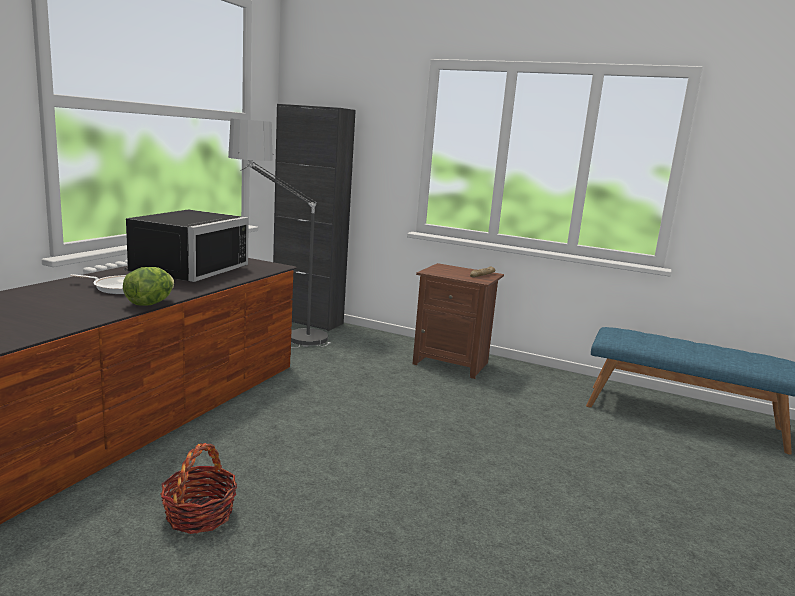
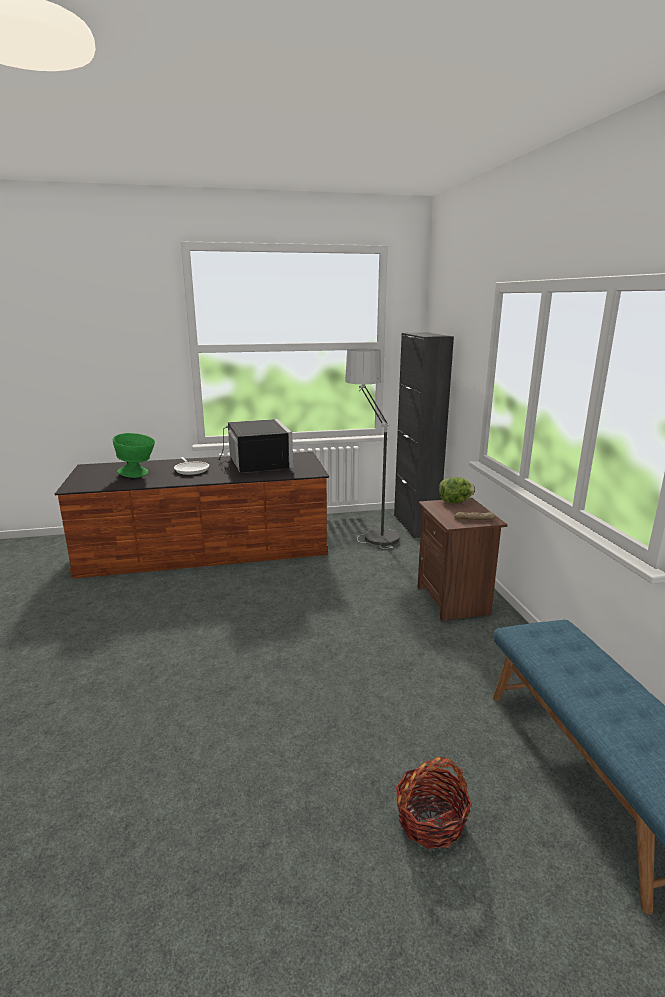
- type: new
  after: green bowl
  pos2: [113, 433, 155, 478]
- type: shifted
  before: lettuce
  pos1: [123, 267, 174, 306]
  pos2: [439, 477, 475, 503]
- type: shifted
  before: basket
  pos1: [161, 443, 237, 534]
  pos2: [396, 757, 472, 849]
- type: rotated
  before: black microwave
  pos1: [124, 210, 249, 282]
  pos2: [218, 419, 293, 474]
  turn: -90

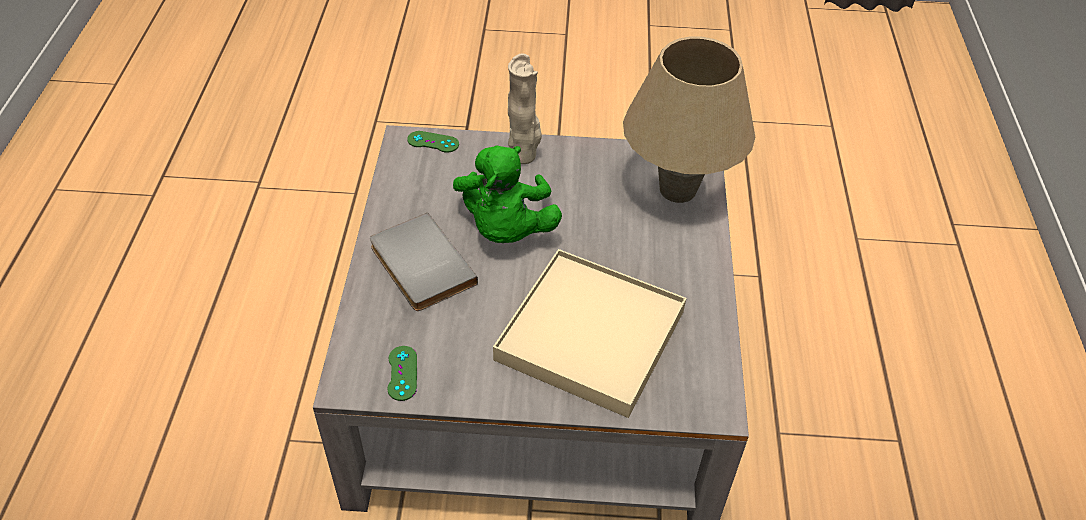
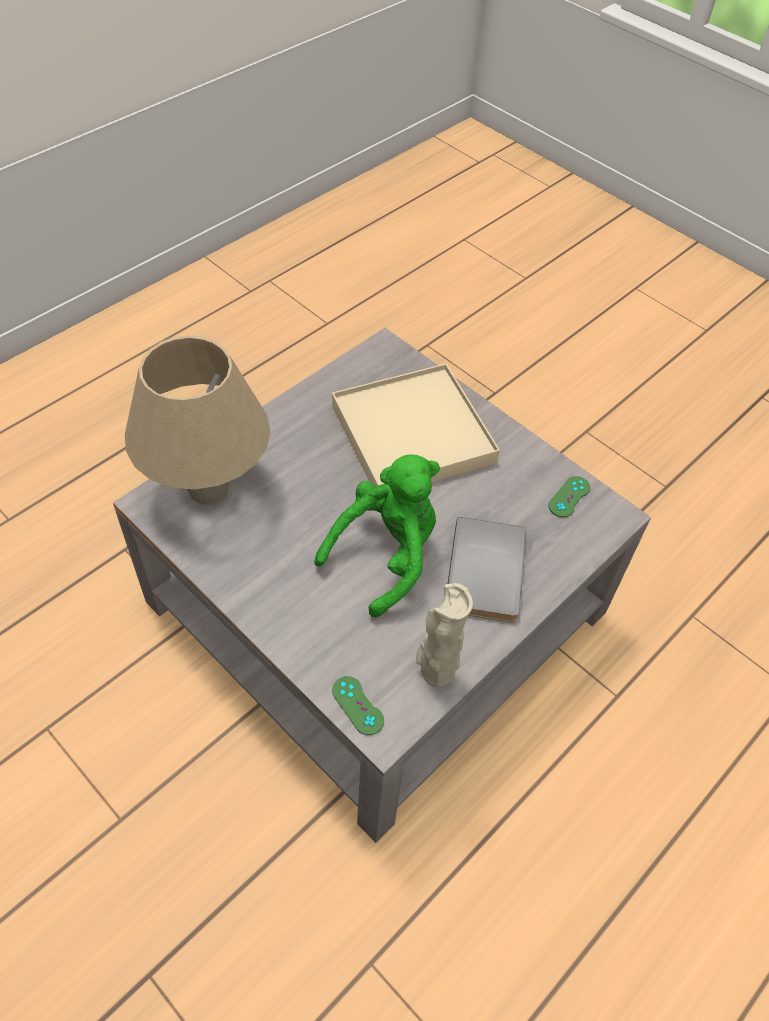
- type: shifted
  before: beige vase
  pos1: [508, 53, 542, 164]
  pos2: [416, 583, 473, 687]

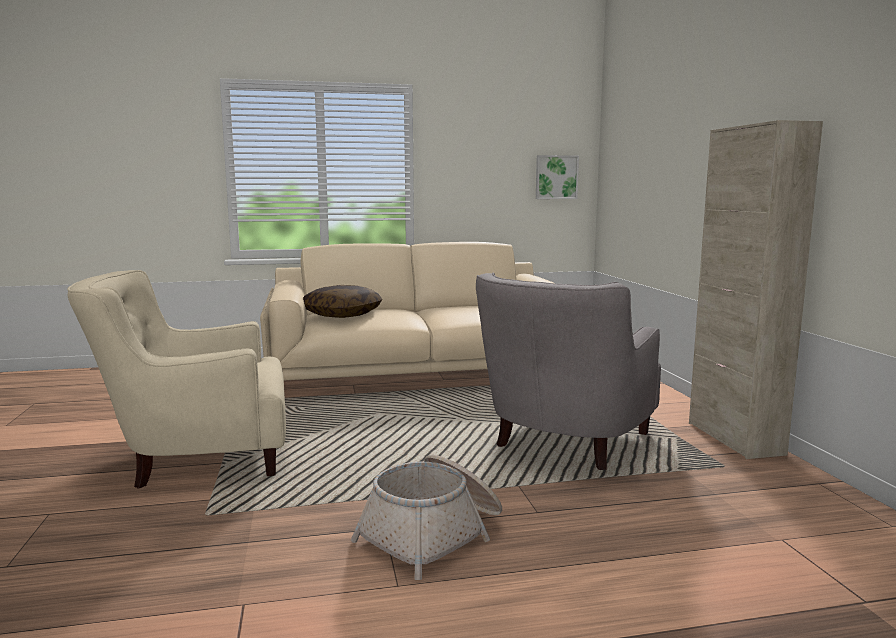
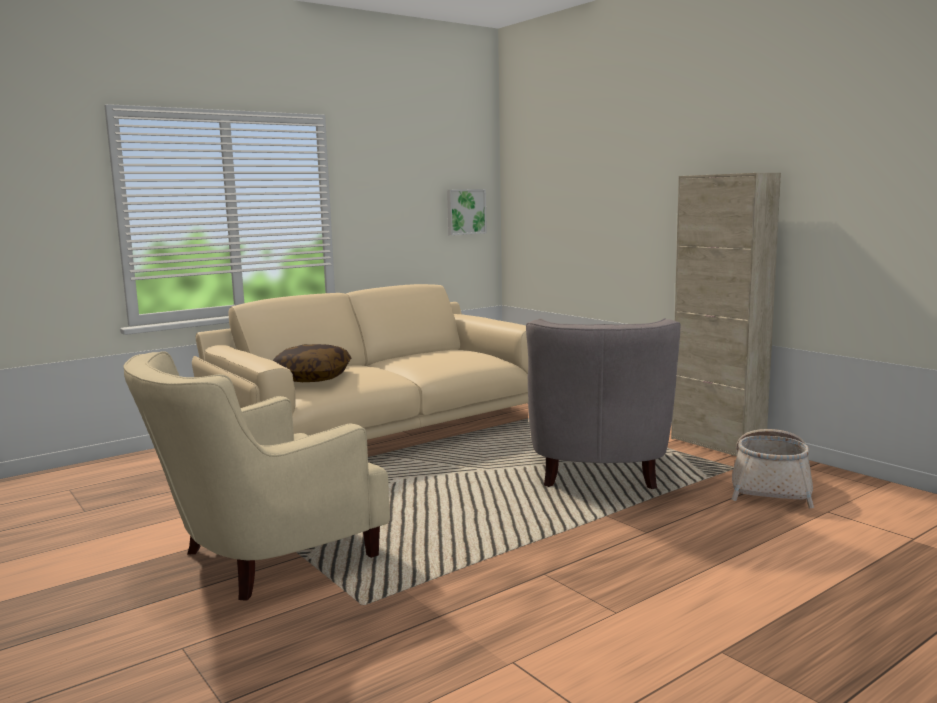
- type: shifted
  before: basket
  pos1: [351, 455, 502, 580]
  pos2: [731, 429, 814, 508]

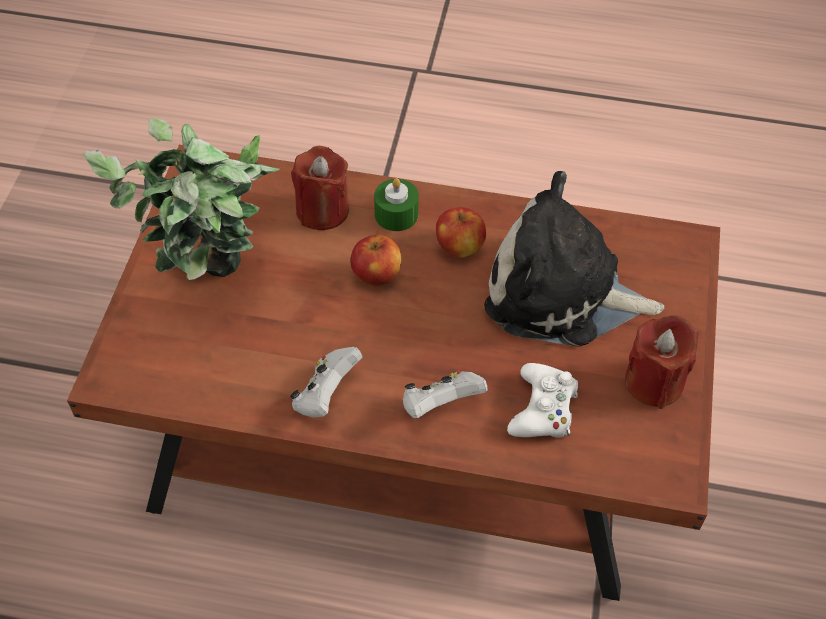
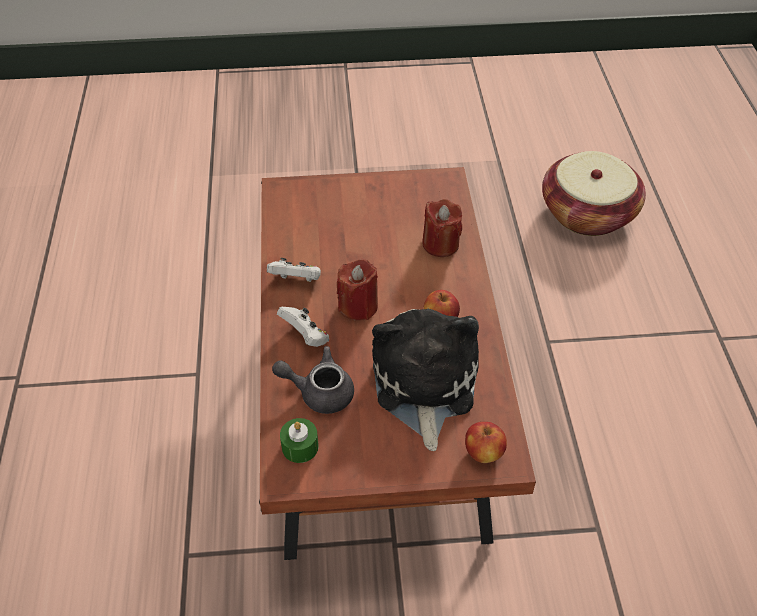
- type: gone
  before: potted plant
  pos1: [83, 118, 280, 280]
- type: new
  after: basket
  pos2: [542, 151, 646, 236]
- type: shifted
  before: apple
  pos1: [350, 235, 401, 286]
  pos2: [465, 422, 507, 463]
- type: shifted
  before: green candle
  pos1: [374, 178, 419, 231]
  pos2: [280, 418, 319, 463]
- type: shifted
  before: red candle
  pos1: [625, 315, 698, 409]
  pos2: [337, 259, 378, 321]
- type: swapped
  before: white game controller
  after: grey teapot
  pos1: [507, 363, 578, 438]
  pos2: [272, 346, 354, 414]

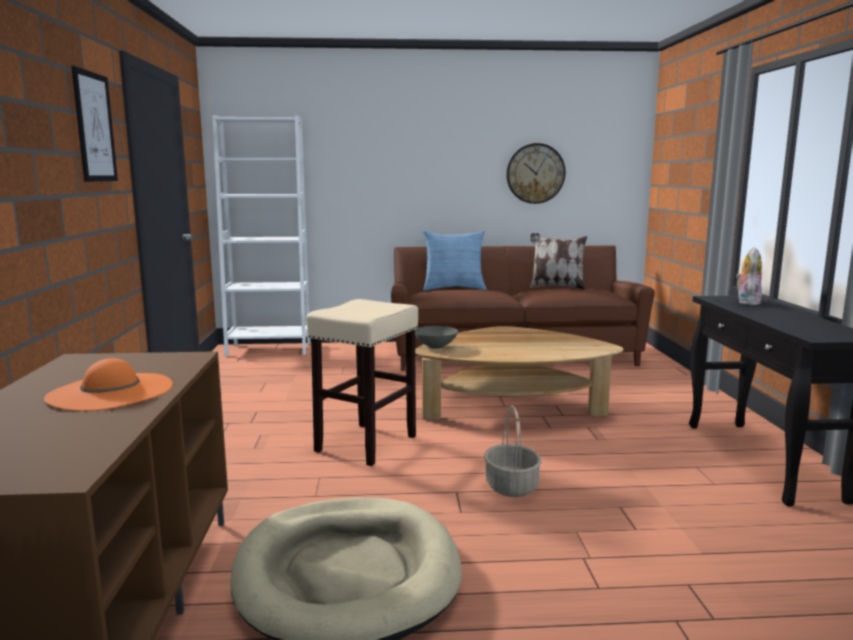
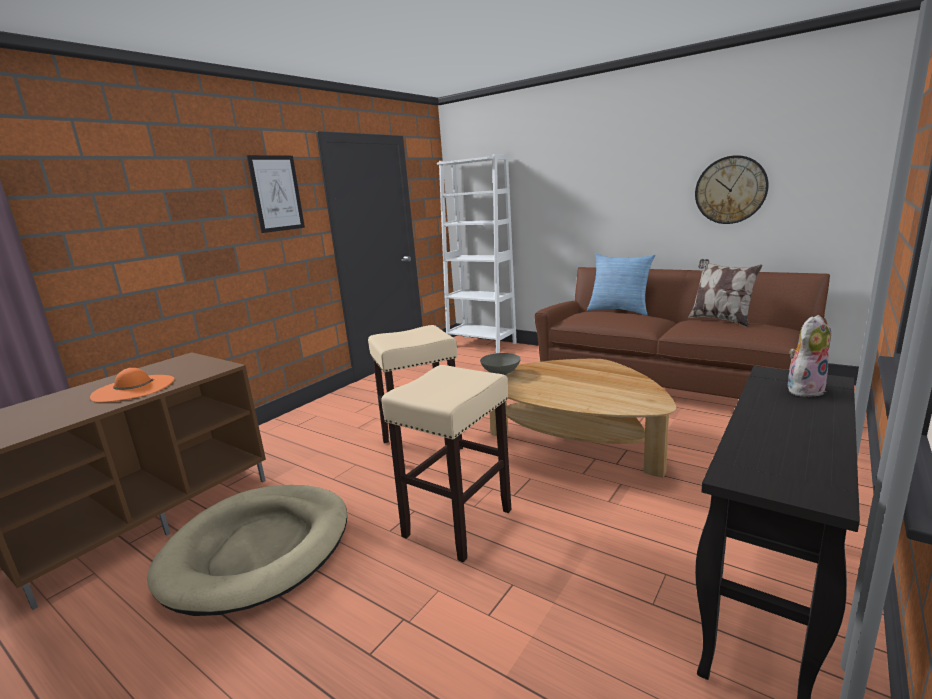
- type: swapped
  before: basket
  after: beige stool
  pos1: [484, 405, 542, 497]
  pos2: [381, 365, 512, 562]

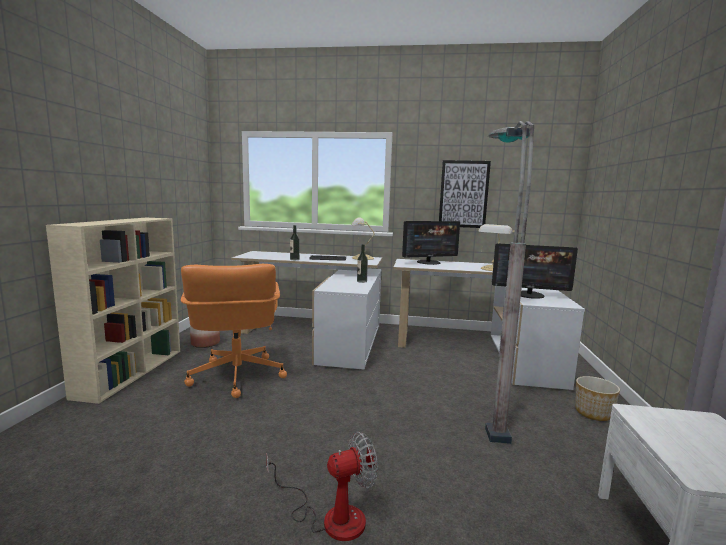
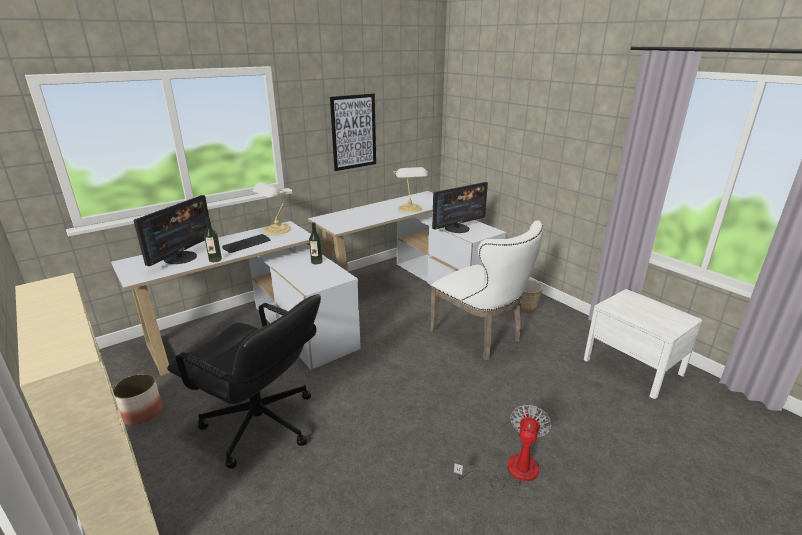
- type: shifted
  before: monitor
  pos1: [402, 221, 460, 265]
  pos2: [133, 195, 209, 266]
- type: swapped
  before: grey floor lamp
  after: white chair
  pos1: [485, 121, 534, 444]
  pos2: [430, 220, 543, 360]
- type: repainted
  before: orange office chair
  after: black office chair
  pos1: [181, 264, 287, 398]
  pos2: [167, 294, 321, 469]

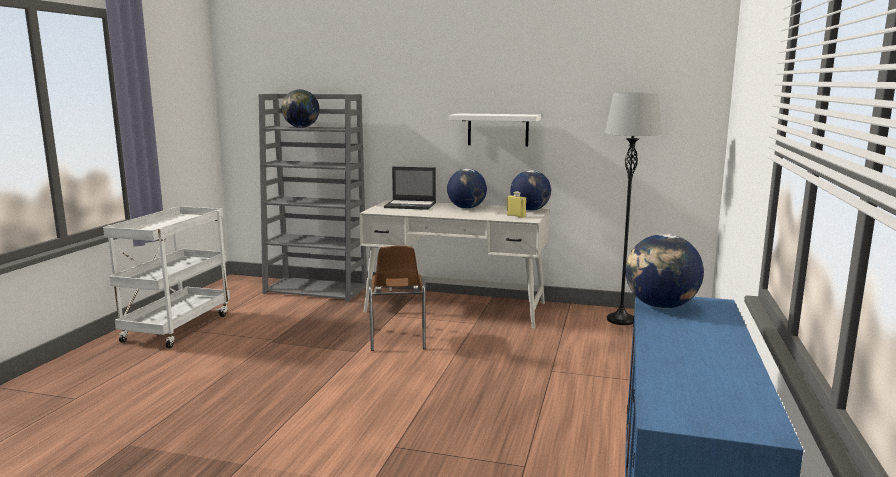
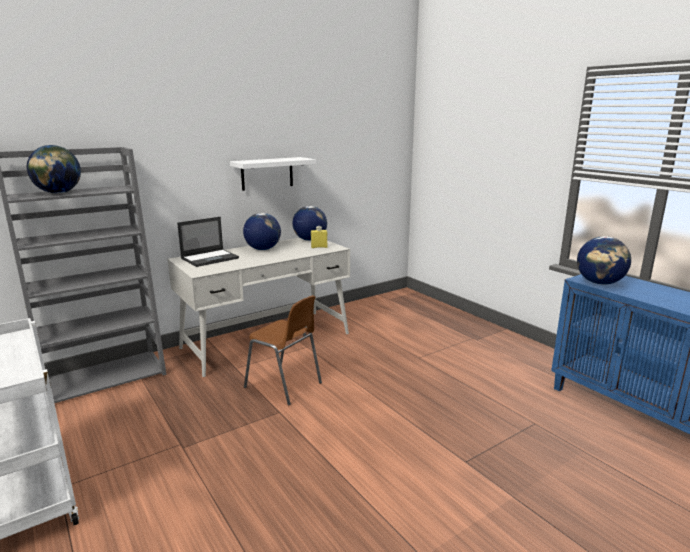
- type: gone
  before: grey floor lamp
  pos1: [605, 93, 662, 325]

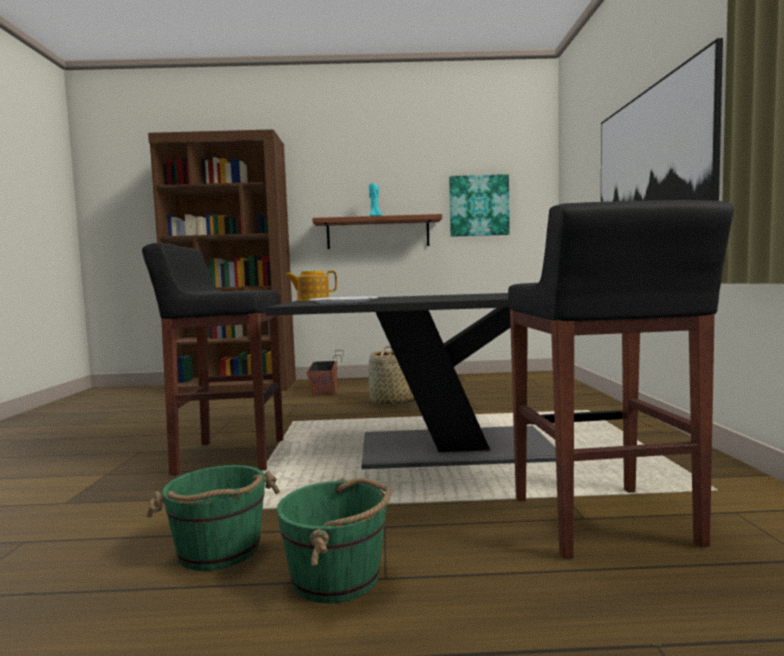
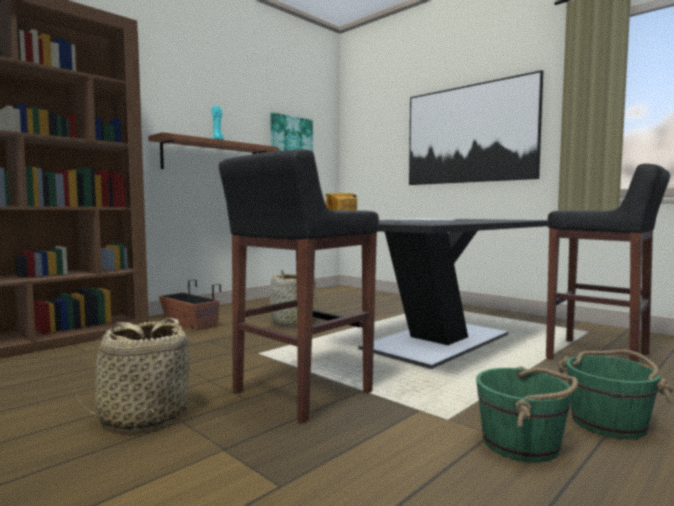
- type: new
  after: basket
  pos2: [74, 318, 200, 431]

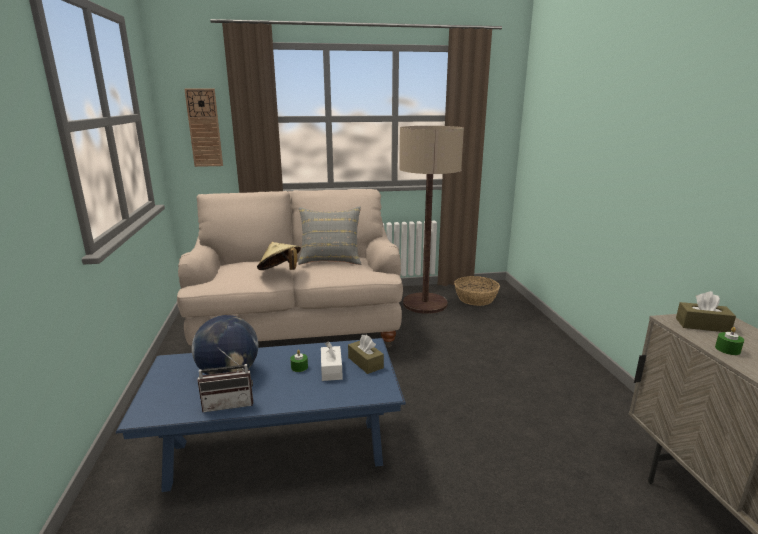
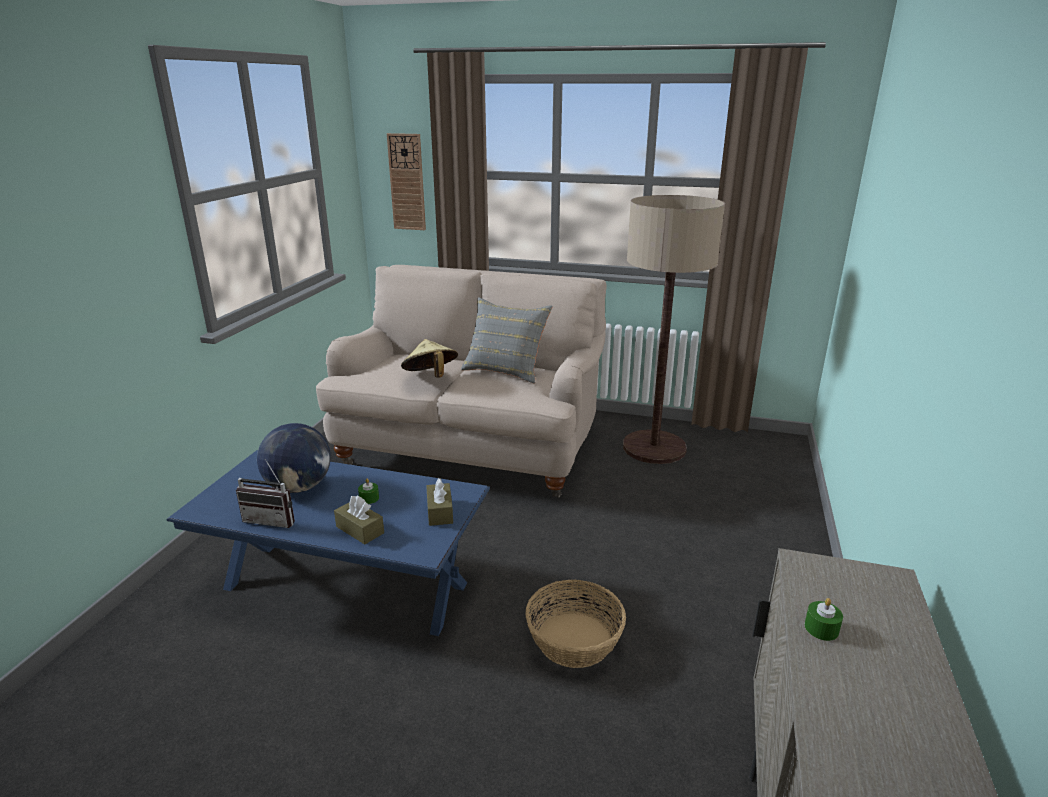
- type: gone
  before: white tissue box
  pos1: [321, 341, 343, 381]
- type: shifted
  before: basket
  pos1: [454, 276, 500, 306]
  pos2: [525, 580, 626, 668]
- type: shifted
  before: brown tissue box
  pos1: [676, 291, 736, 332]
  pos2: [334, 496, 384, 544]

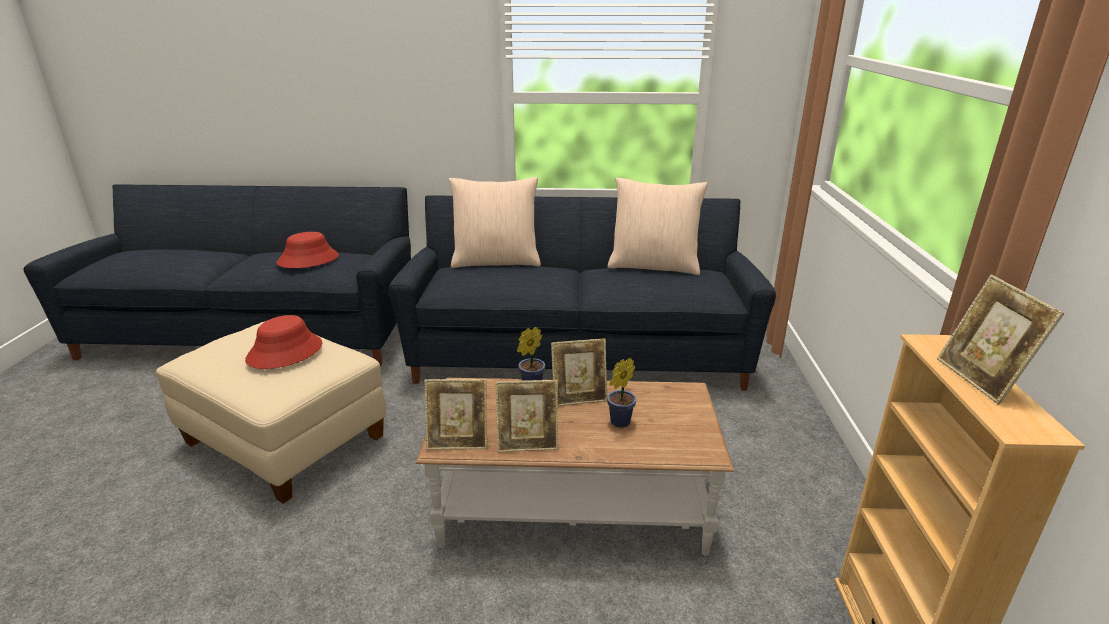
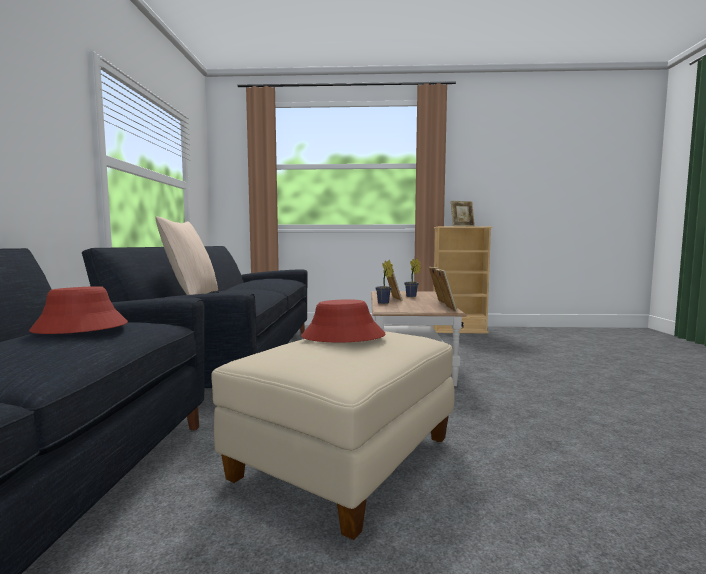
- type: gone
  before: beige pillow
  pos1: [608, 177, 708, 275]

